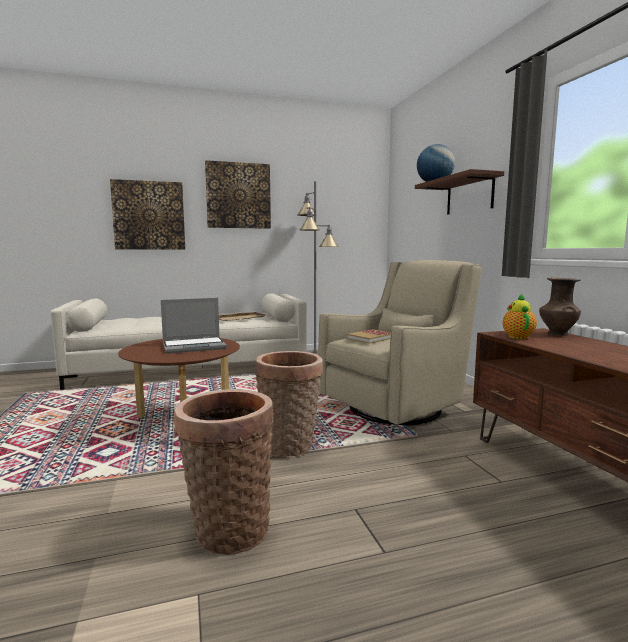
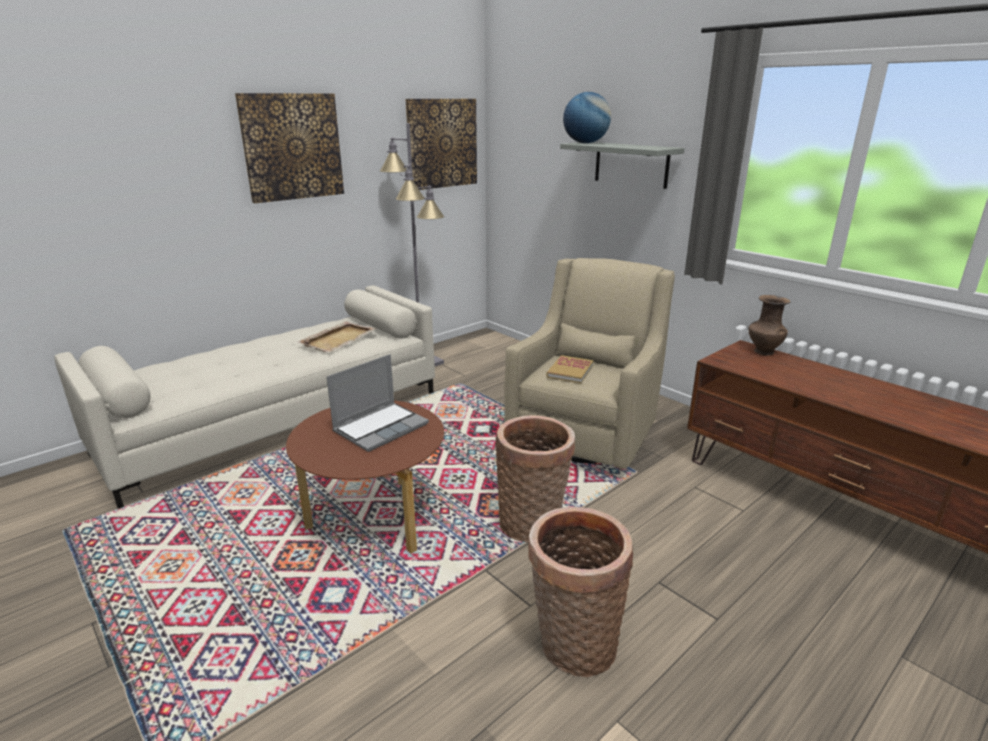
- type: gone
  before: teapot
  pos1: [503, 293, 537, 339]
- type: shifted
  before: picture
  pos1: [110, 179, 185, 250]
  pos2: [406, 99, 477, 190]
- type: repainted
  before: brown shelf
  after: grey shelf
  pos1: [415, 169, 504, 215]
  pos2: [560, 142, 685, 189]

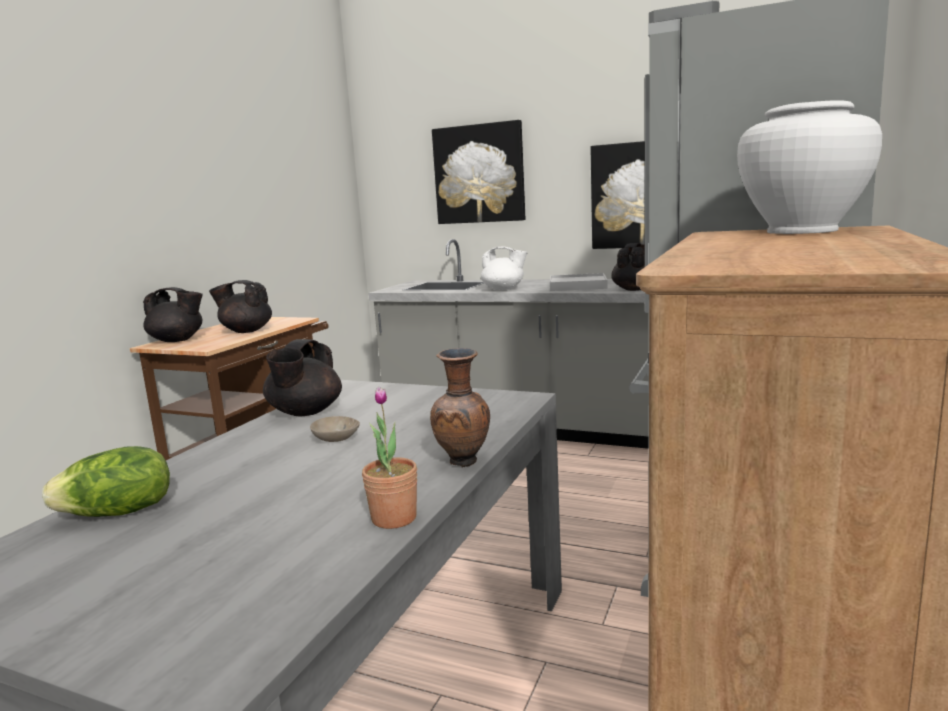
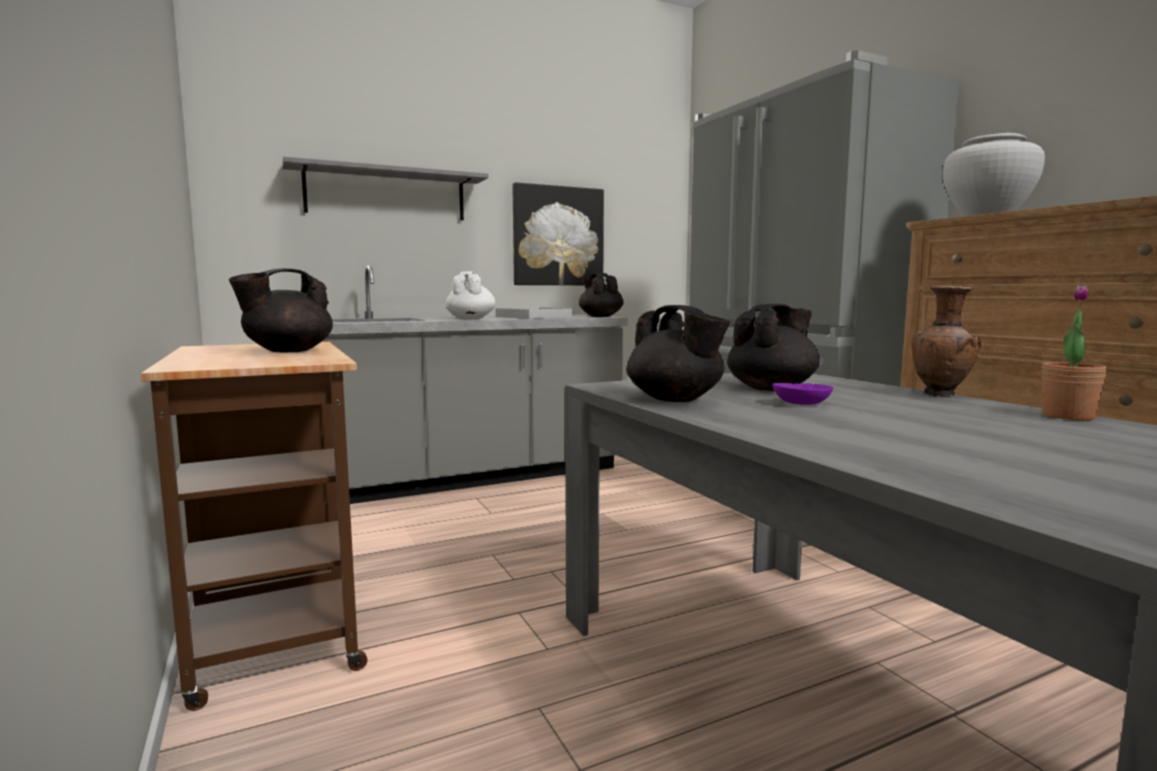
- type: gone
  before: lettuce
  pos1: [42, 446, 170, 517]
- type: shifted
  before: black teapot
  pos1: [143, 287, 203, 342]
  pos2: [727, 304, 820, 391]
- type: swapped
  before: picture
  after: grey shelf
  pos1: [432, 120, 525, 224]
  pos2: [282, 157, 489, 220]
- type: repainted
  before: beige bowl
  after: purple bowl
  pos1: [310, 416, 360, 442]
  pos2: [772, 383, 833, 405]
- type: rotated
  before: white teapot
  pos1: [481, 246, 528, 290]
  pos2: [446, 271, 496, 320]
  turn: -60

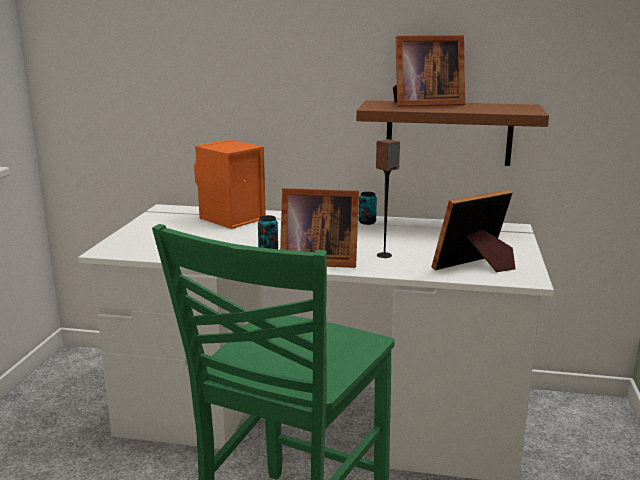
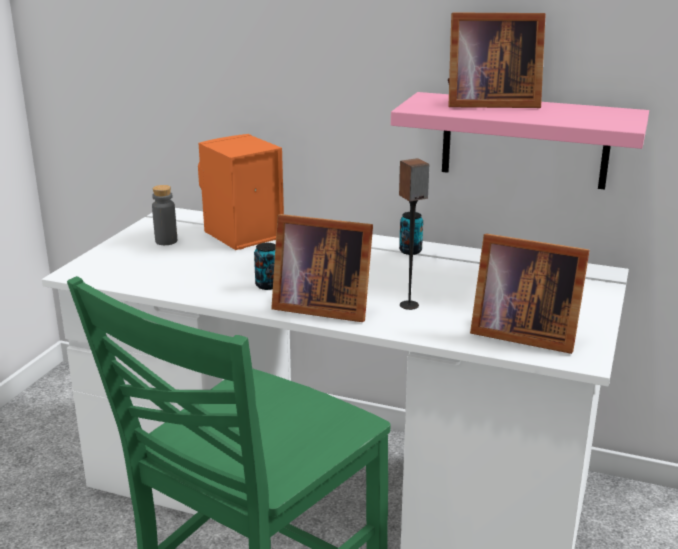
- type: new
  after: grey bottle
  pos2: [152, 185, 177, 245]
- type: repainted
  before: brown shelf
  after: pink shelf
  pos1: [356, 100, 549, 166]
  pos2: [391, 92, 649, 190]
- type: rotated
  before: picture frame
  pos1: [431, 190, 516, 272]
  pos2: [470, 233, 590, 354]
  turn: -135

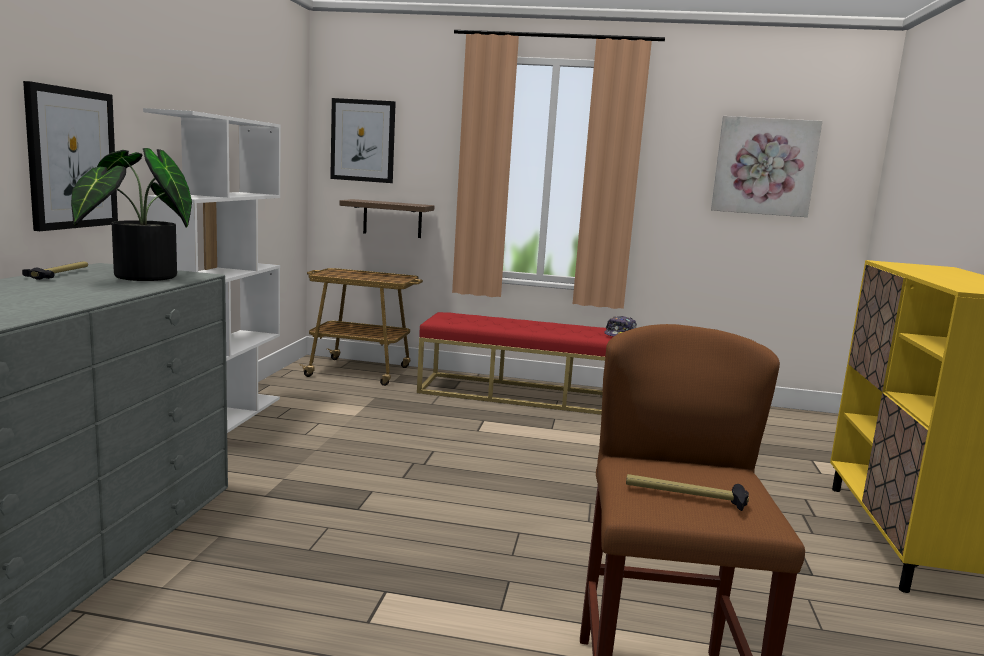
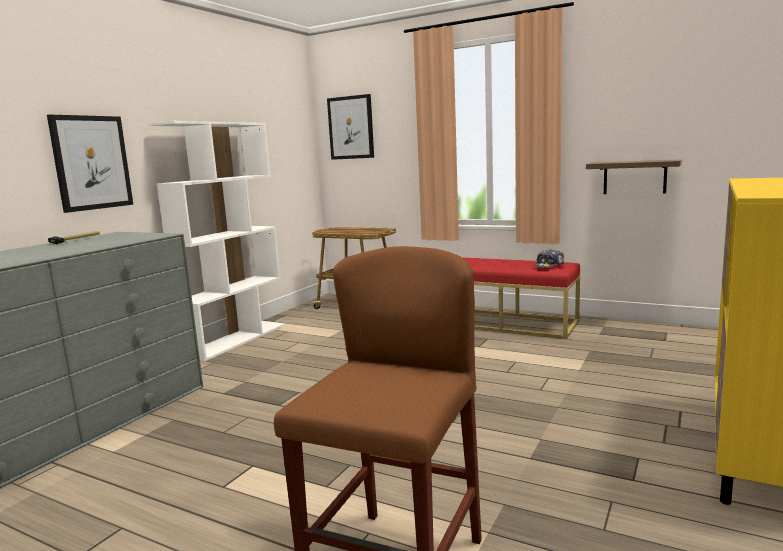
- type: gone
  before: potted plant
  pos1: [71, 148, 192, 281]
- type: gone
  before: hammer
  pos1: [626, 474, 749, 511]
- type: gone
  before: picture
  pos1: [711, 116, 822, 217]
- type: shifted
  before: shelf
  pos1: [339, 199, 434, 238]
  pos2: [586, 160, 682, 194]

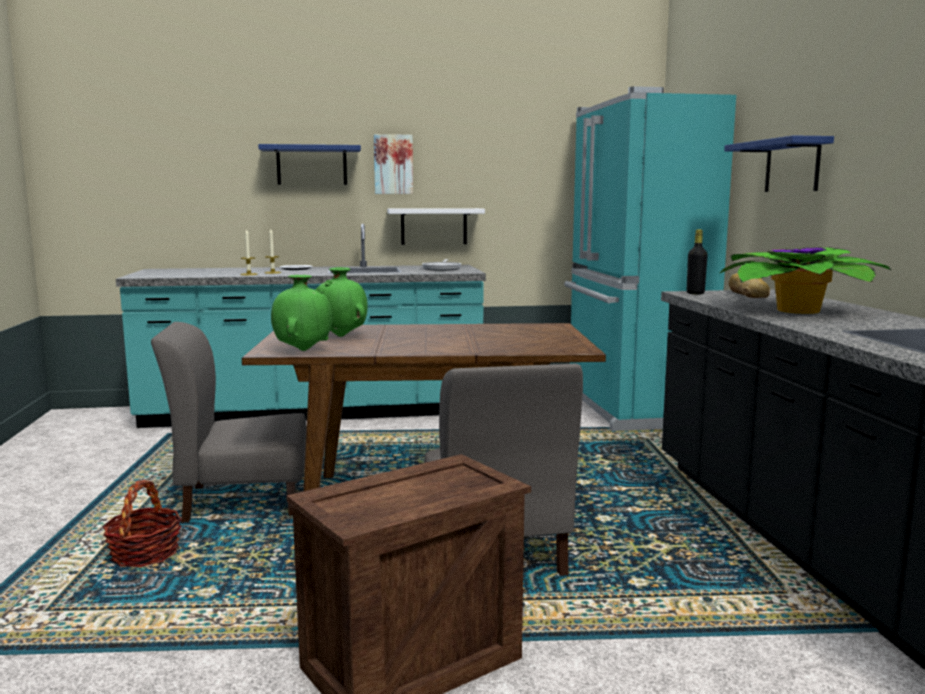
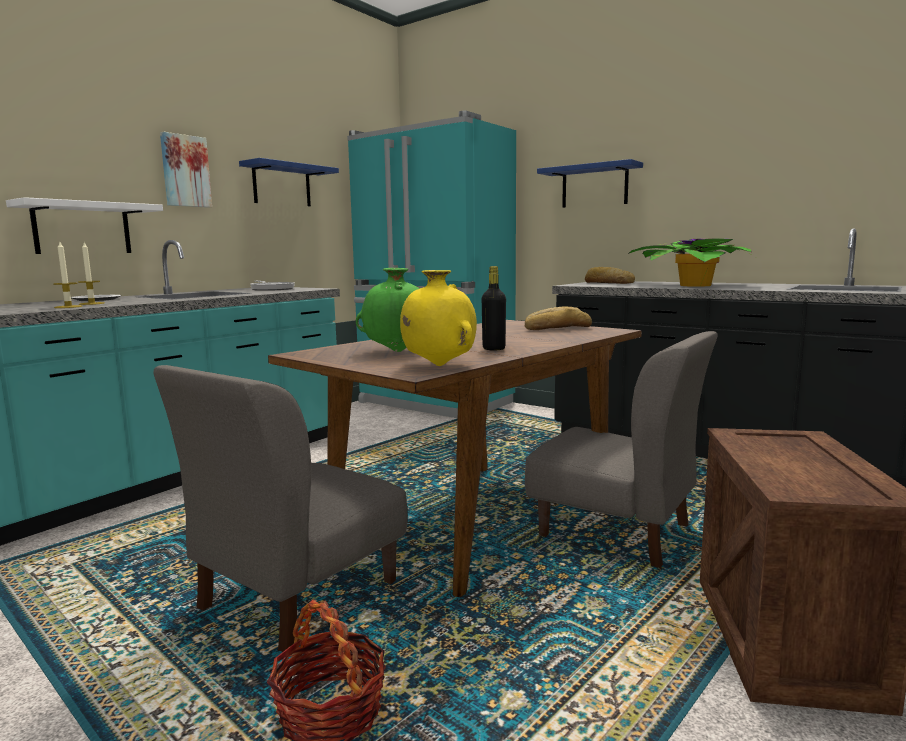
- type: new
  after: bread
  pos2: [524, 306, 592, 330]
- type: shifted
  before: blue shelf
  pos1: [258, 144, 361, 185]
  pos2: [239, 158, 339, 206]
- type: shifted
  before: white shelf
  pos1: [387, 208, 485, 245]
  pos2: [6, 197, 163, 254]
- type: shifted
  before: black bottle
  pos1: [687, 229, 708, 294]
  pos2: [482, 266, 506, 350]
- type: repainted
  before: green vase
  after: yellow vase
  pos1: [271, 275, 333, 351]
  pos2: [400, 270, 477, 366]

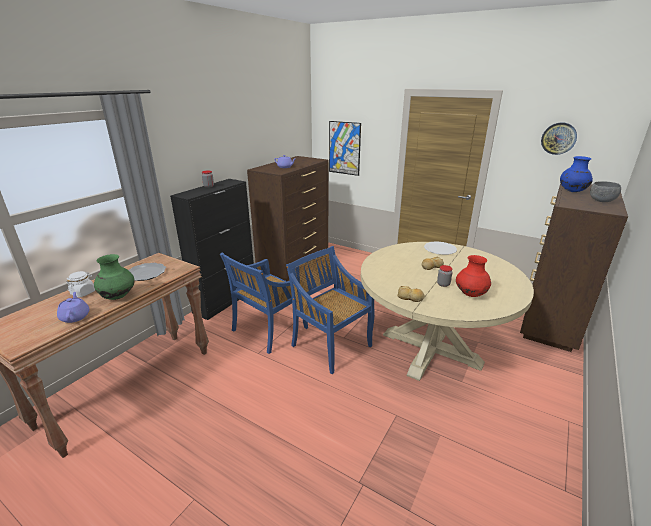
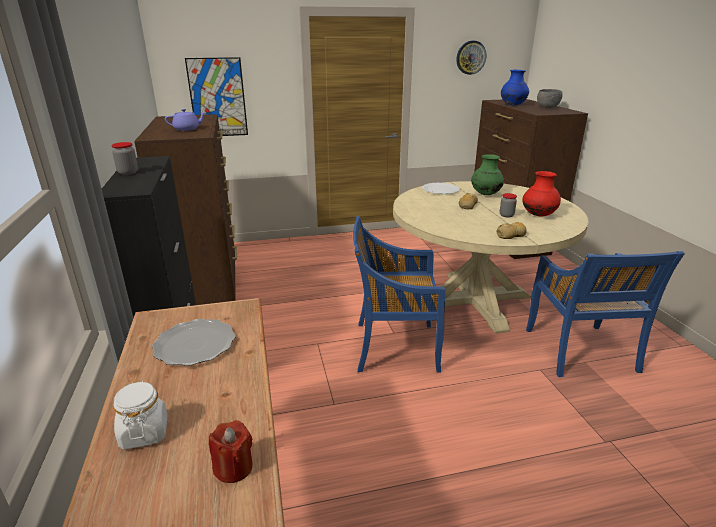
- type: shifted
  before: green vase
  pos1: [94, 254, 135, 300]
  pos2: [471, 154, 504, 195]
- type: shifted
  before: blue chair
  pos1: [220, 253, 308, 354]
  pos2: [526, 251, 685, 377]
- type: swapped
  before: purple teapot
  after: red candle
  pos1: [57, 292, 89, 323]
  pos2: [209, 420, 253, 483]

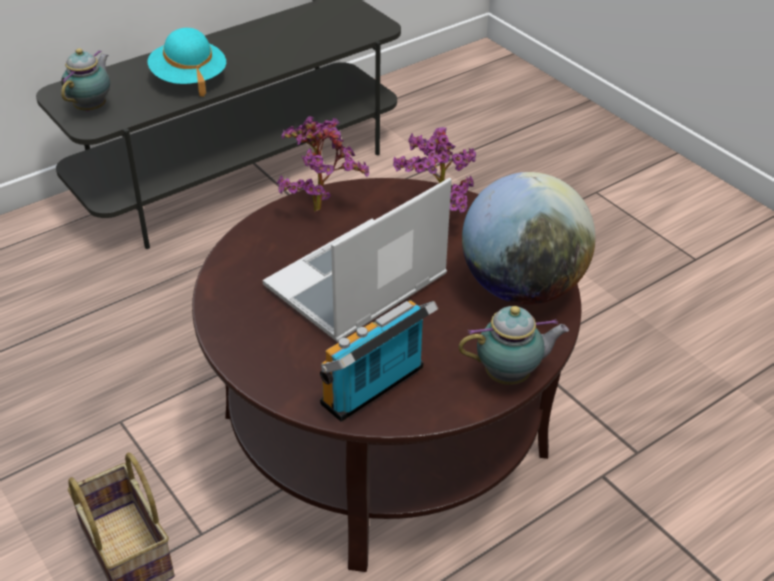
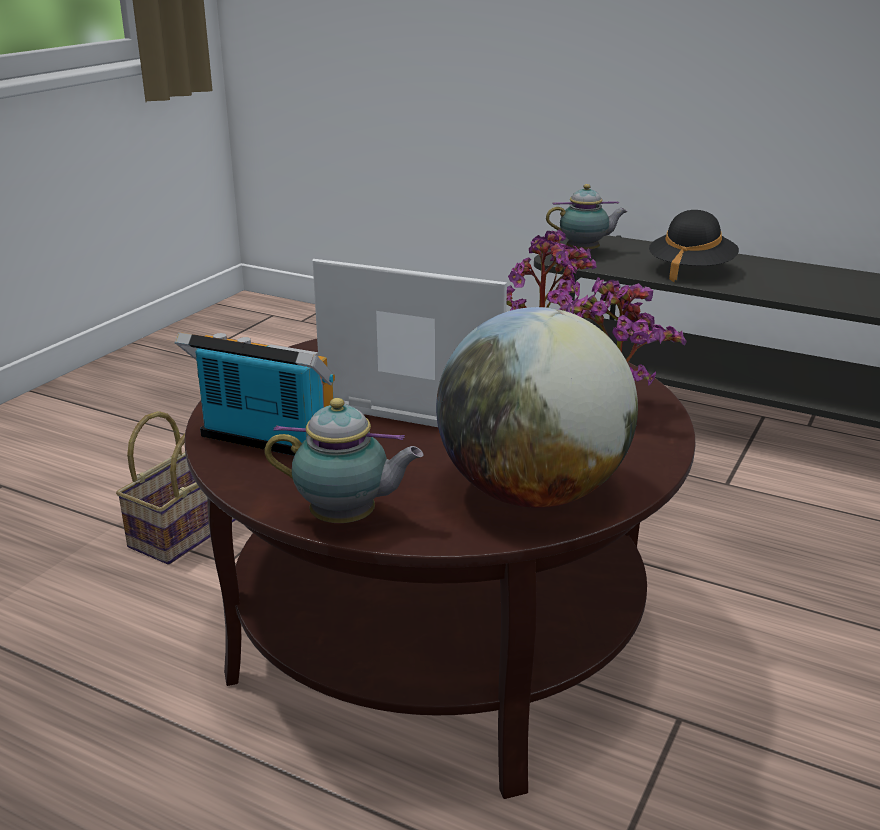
- type: repainted
  before: turquoise hat
  after: black hat
  pos1: [148, 28, 226, 97]
  pos2: [649, 210, 739, 282]
- type: rotated
  before: teapot
  pos1: [458, 306, 569, 385]
  pos2: [265, 398, 423, 523]
  turn: -45

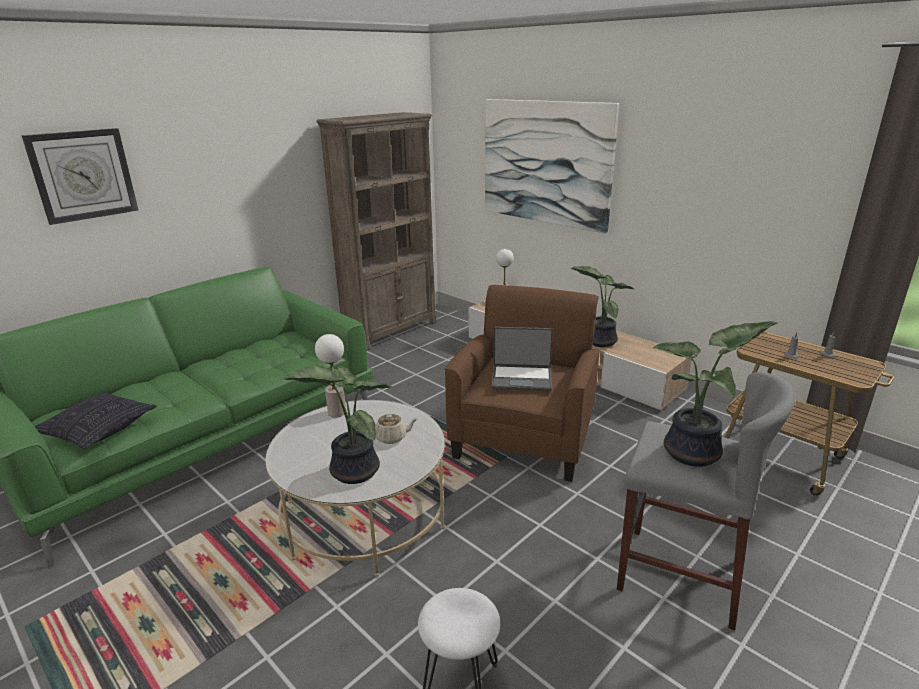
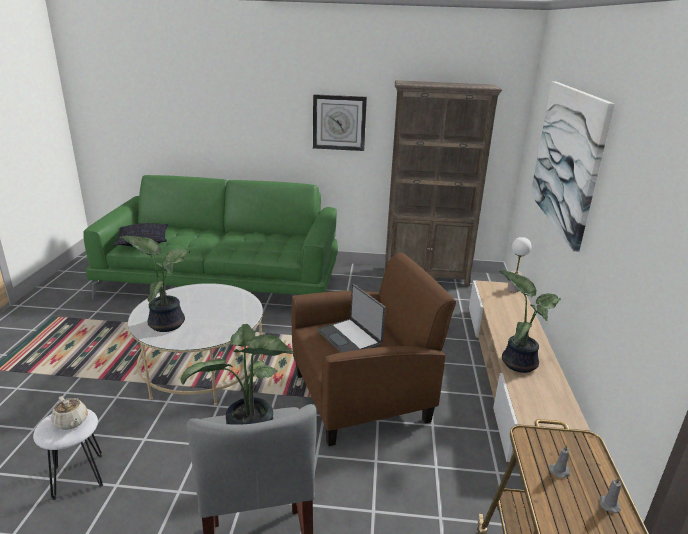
- type: gone
  before: table lamp
  pos1: [315, 334, 346, 417]
- type: shifted
  before: wall clock
  pos1: [21, 128, 139, 225]
  pos2: [313, 94, 367, 151]
- type: shifted
  before: beige teapot
  pos1: [375, 414, 418, 444]
  pos2: [51, 396, 88, 430]

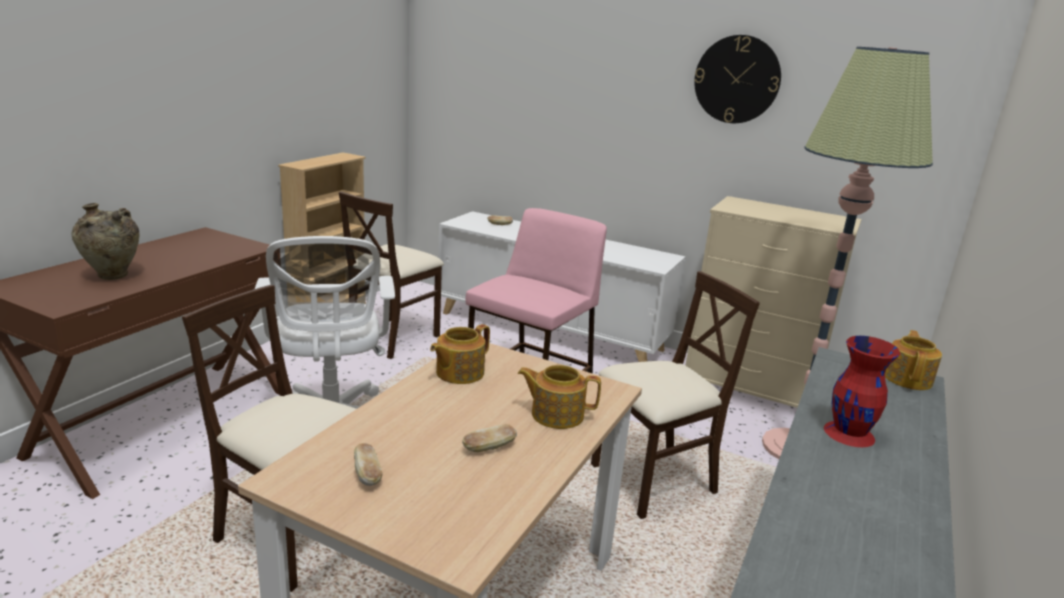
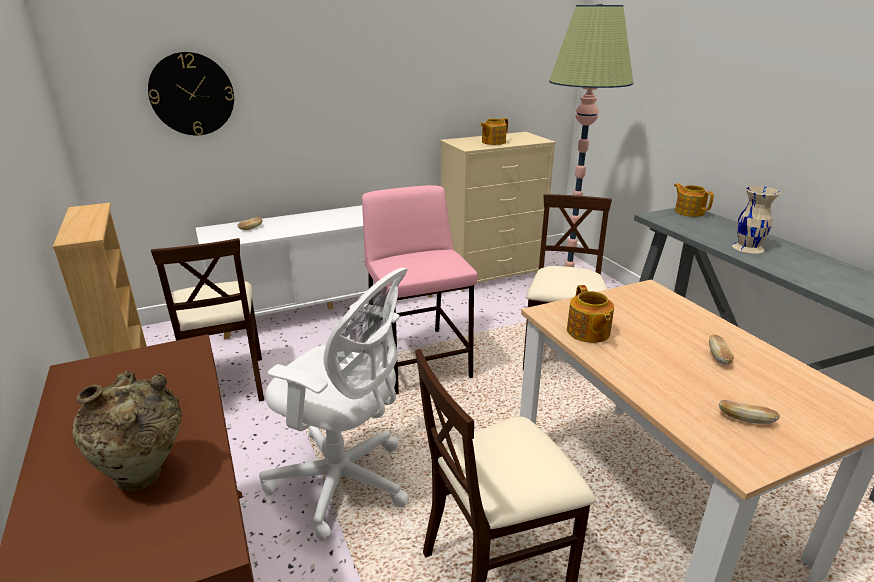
- type: shifted
  before: teapot
  pos1: [517, 365, 601, 429]
  pos2: [480, 118, 508, 145]
- type: shifted
  before: wall clock
  pos1: [694, 35, 781, 123]
  pos2: [148, 52, 234, 135]
- type: repainted
  before: red vase
  after: beige vase
  pos1: [824, 336, 900, 447]
  pos2: [732, 186, 780, 254]

